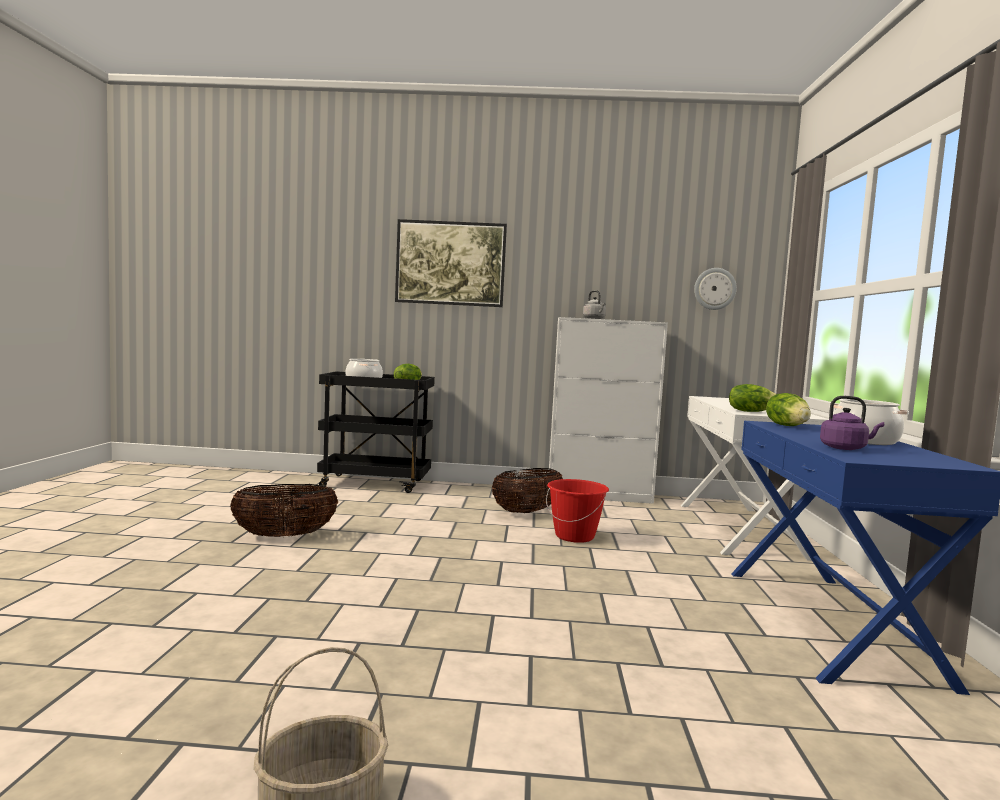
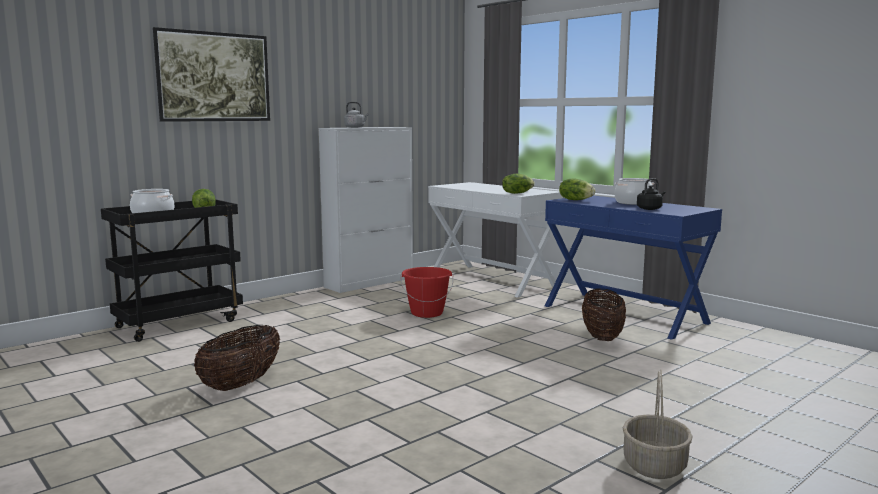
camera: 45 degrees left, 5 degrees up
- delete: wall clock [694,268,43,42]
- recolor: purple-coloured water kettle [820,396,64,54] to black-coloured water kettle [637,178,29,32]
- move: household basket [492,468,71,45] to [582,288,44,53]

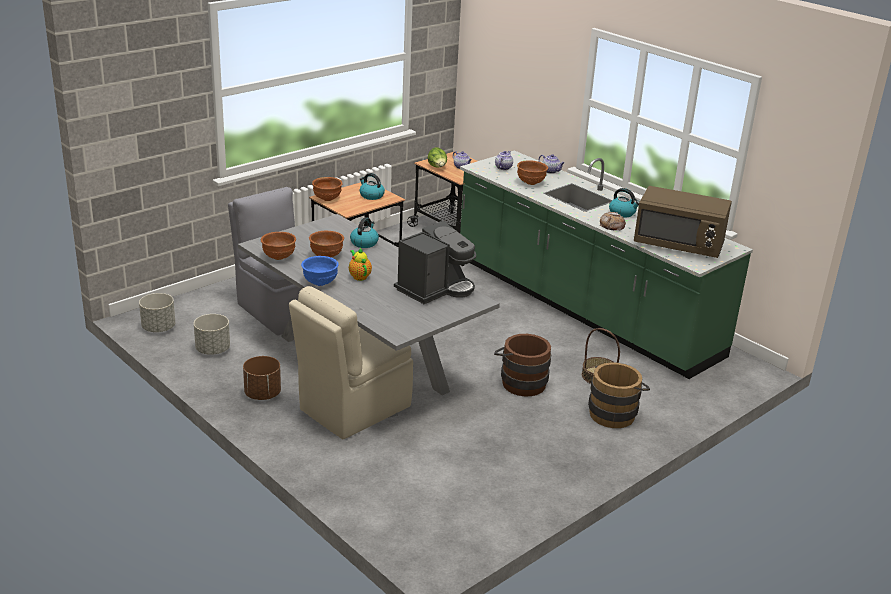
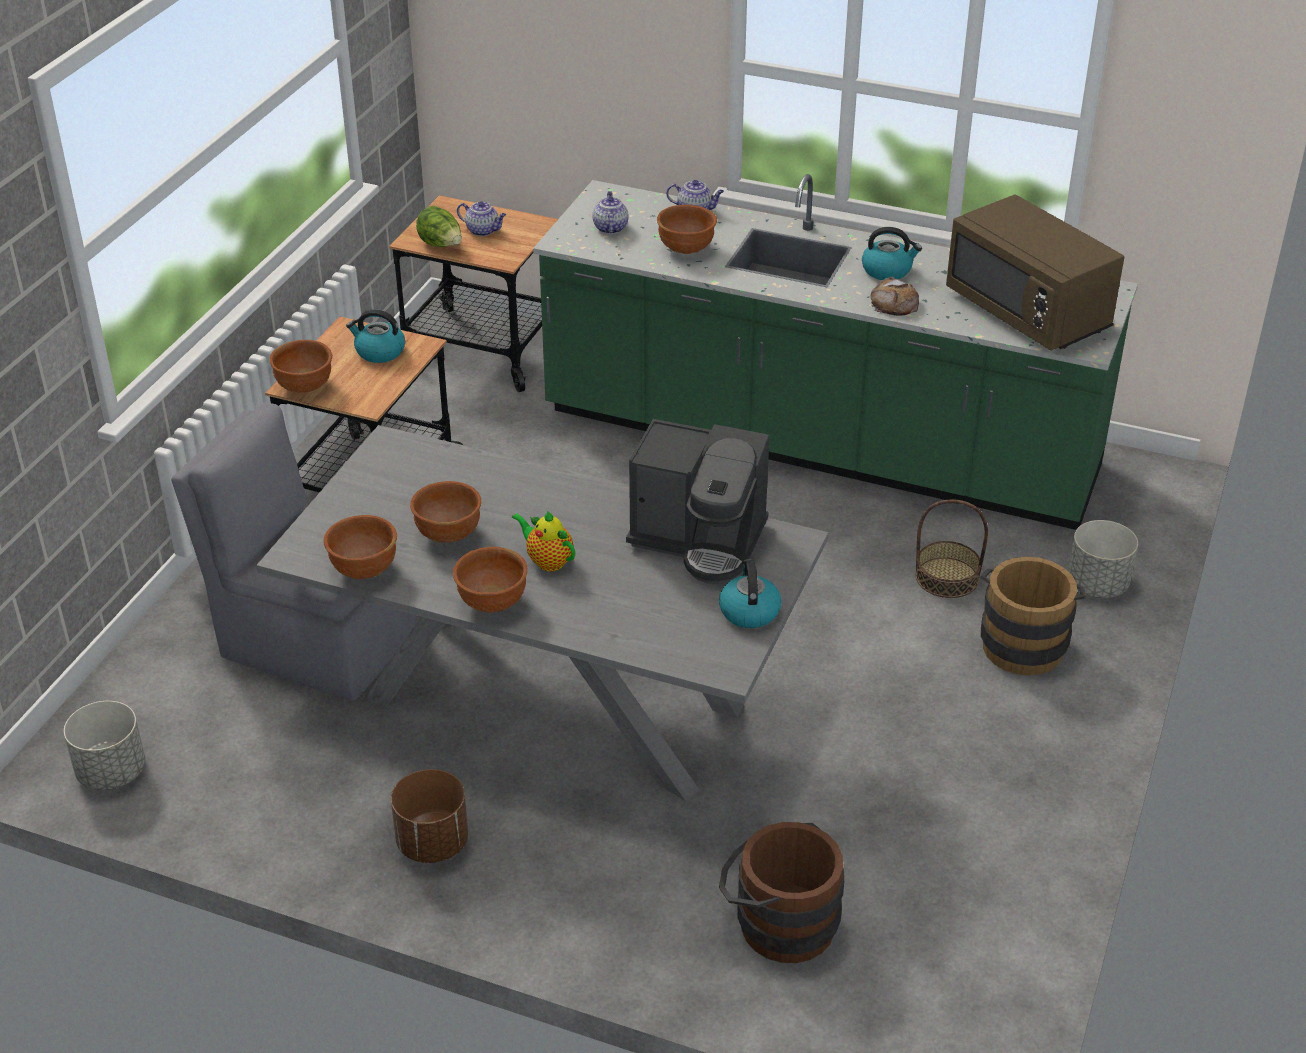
camera: 25 degrees left, 10 degrees up
- rotate: brown-coloured microwave oven [634,186,98,72] = [946,195,178,156] 60 degrees clockwise
- move: water kettle [350,217,29,31] to [719,559,62,69]
- rotate: coffee maker [394,221,82,83] = [626,419,144,165] 90 degrees clockwise
- recolor: bluish deep dish [301,256,38,30] to brown-coloured deep dish [453,547,75,66]
- delete: beige-coloured upright chair [289,286,124,153]
- move: greyish plant pot [194,314,36,41] to [1068,520,70,78]
- move: brown-coloured pail [494,334,57,62] to [719,822,125,141]

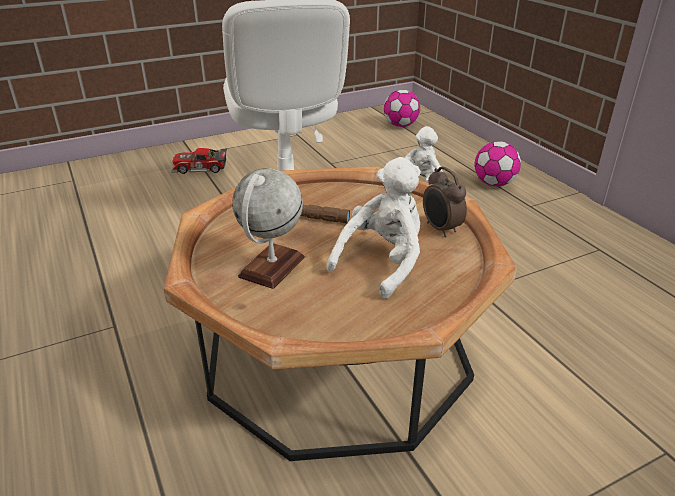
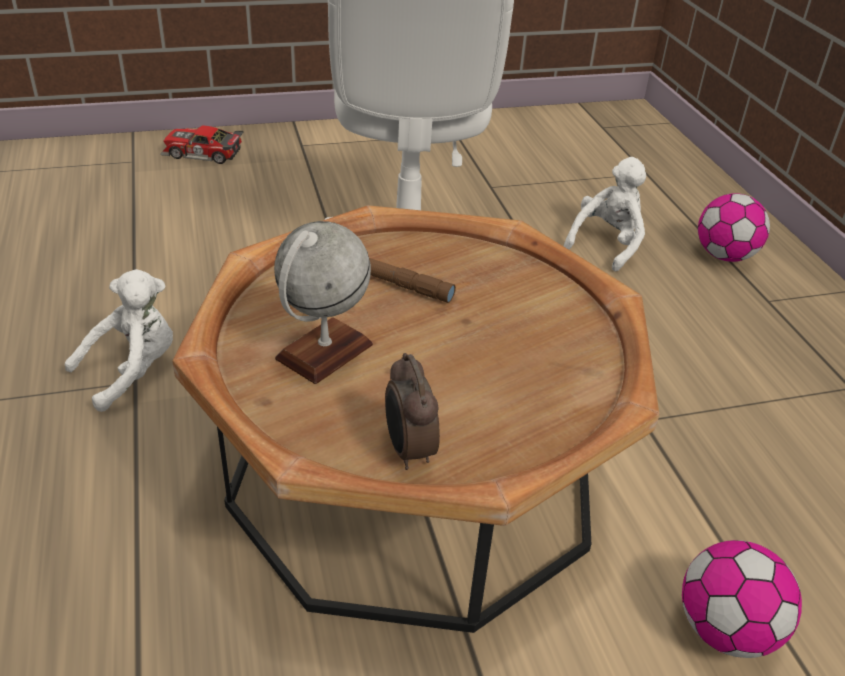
camera: 10 degrees right, 5 degrees up
- move: football [384,90,36,37] to [682,540,120,118]
- move: miniature car [171,148,56,26] to [160,125,84,39]
- move: white-coloured cuddly toy [327,157,94,142] to [65,269,108,143]
- move: alarm clock [423,166,44,71] to [385,353,55,117]

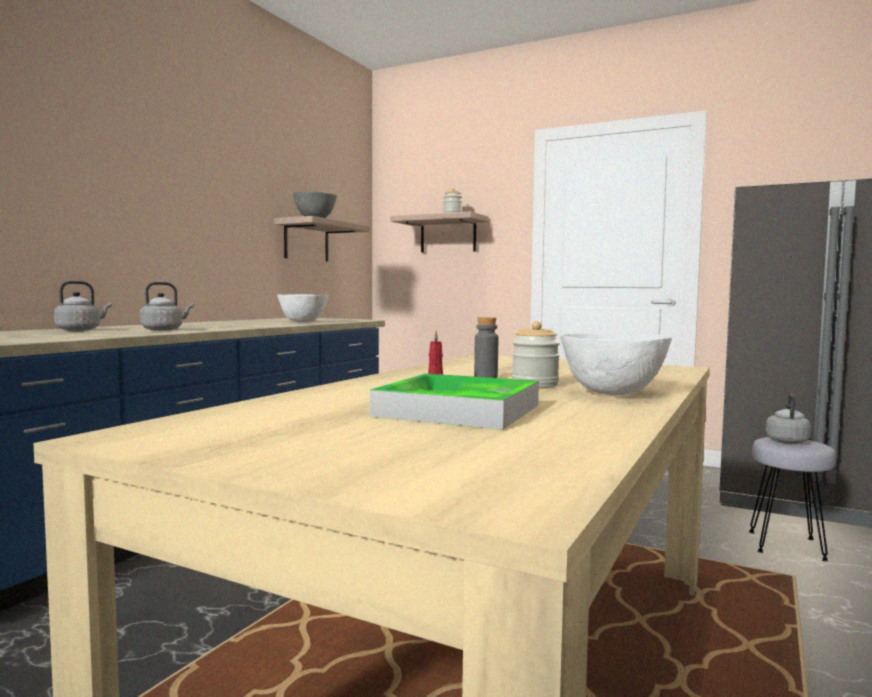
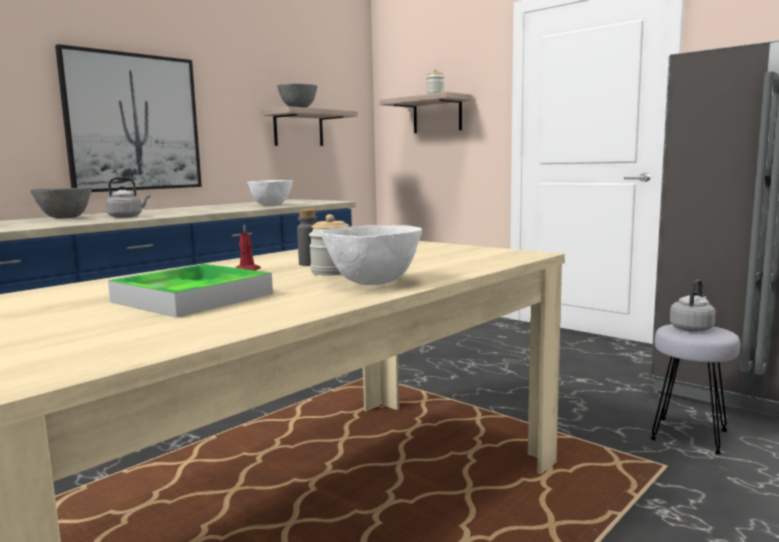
camera: 15 degrees right, 5 degrees up
- replace: greyish water kettle [54,281,58,50] to greyish deep dish [30,188,62,31]
- insert: wall picture [55,44,147,148]

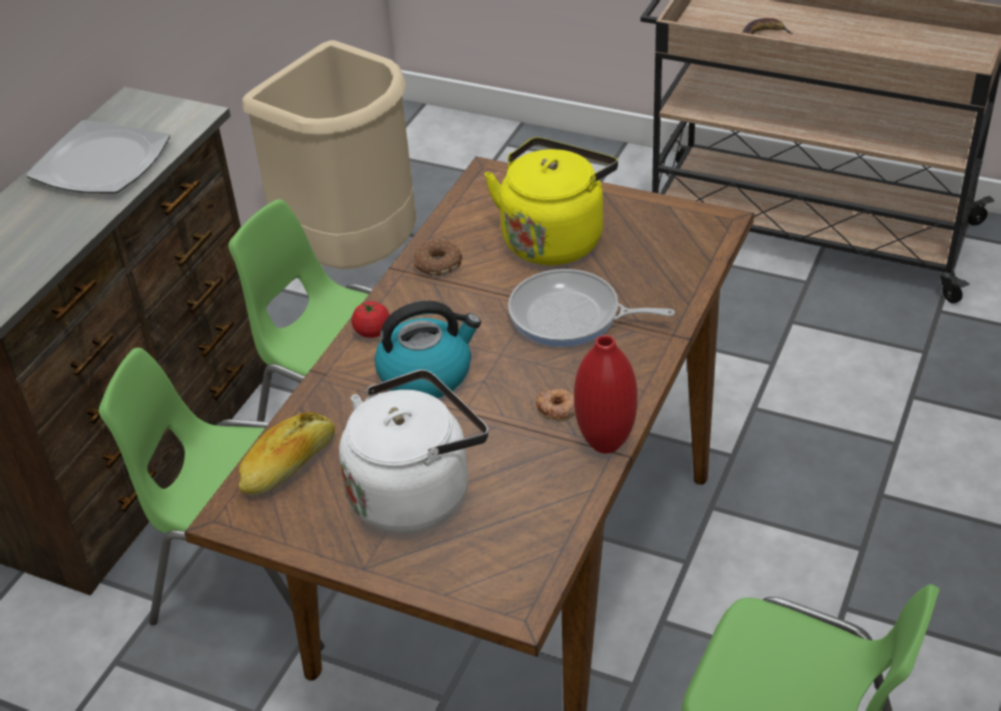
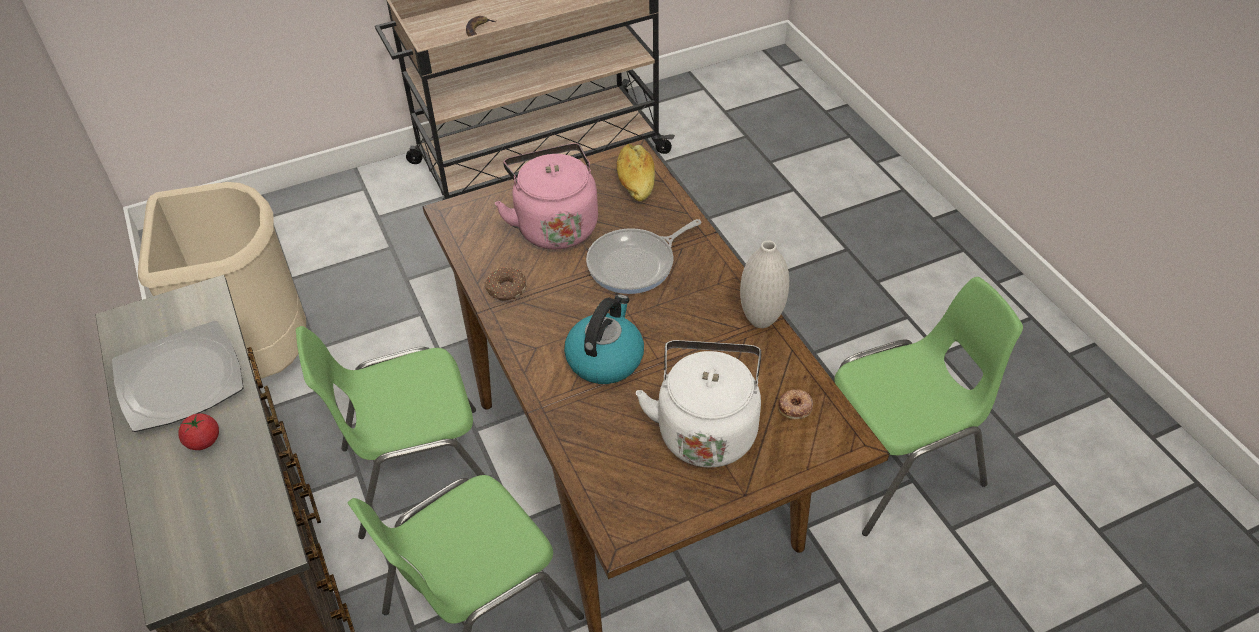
camera: 50 degrees left, 5 degrees up
- recolor: yellow water kettle [484,137,134,128] to pink water kettle [495,143,103,106]
- move: whole tomato [352,301,38,37] to [178,413,41,37]
- recolor: reddish vase [574,335,64,119] to white-coloured vase [740,240,49,88]
- move: doughnut [536,388,39,33] to [778,389,35,30]
- move: bread [239,412,96,83] to [617,144,38,57]

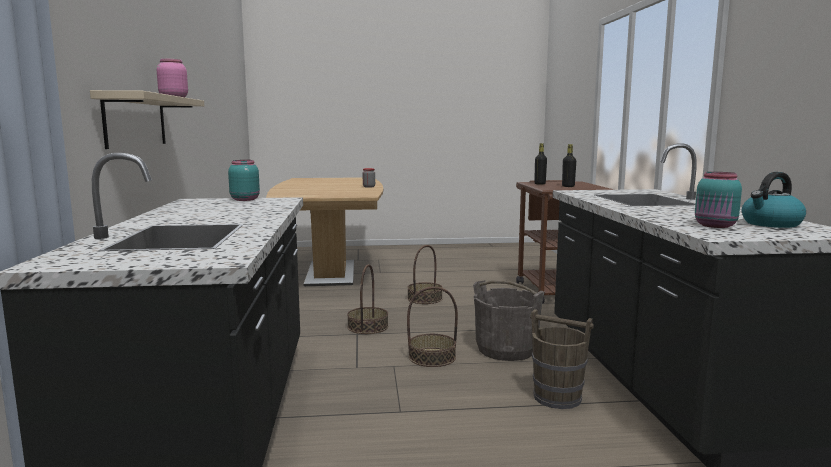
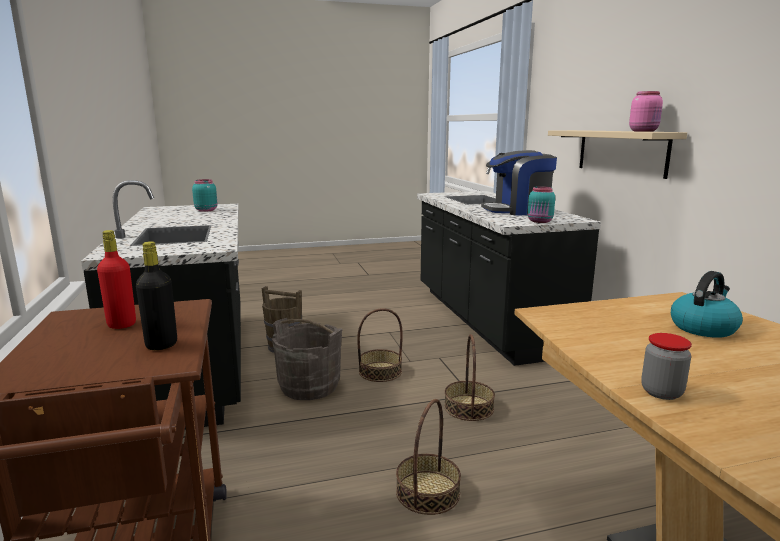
camera: 170 degrees right, 5 degrees up
- recolor: black-coloured bottle [562,144,14,43] to reddish bottle [97,230,39,99]
- move: water kettle [742,172,64,56] to [671,271,72,67]
- insert: coffee maker [481,150,76,66]

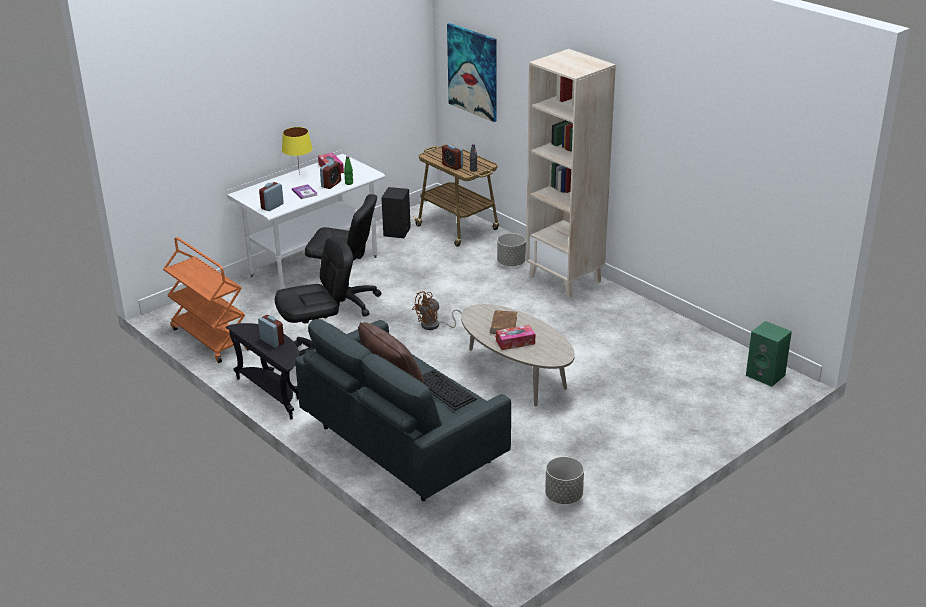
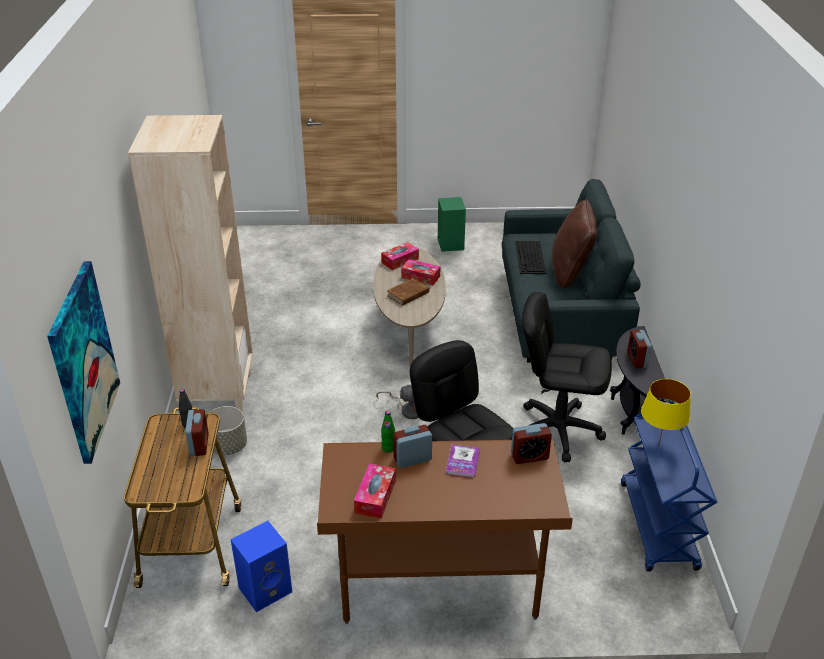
camera: 140 degrees left, 5 degrees up
- move: yellow lamp for a table [282,127,31,48] to [641,379,50,67]
- recolor: white-coloured desk [227,149,158,141] to brown-coloured desk [317,439,256,185]
- recolor: black-coloured speaker [381,187,30,51] to bluish speaker [231,521,61,91]
- recolor: orange-coloured wheeled cart [163,237,86,126] to bluish wheeled cart [621,399,96,173]
- move: greenish speaker [746,321,46,66] to [438,197,28,55]
- delete: greyish plant pot [545,457,39,47]
- insert: box of tissues [381,242,38,28]

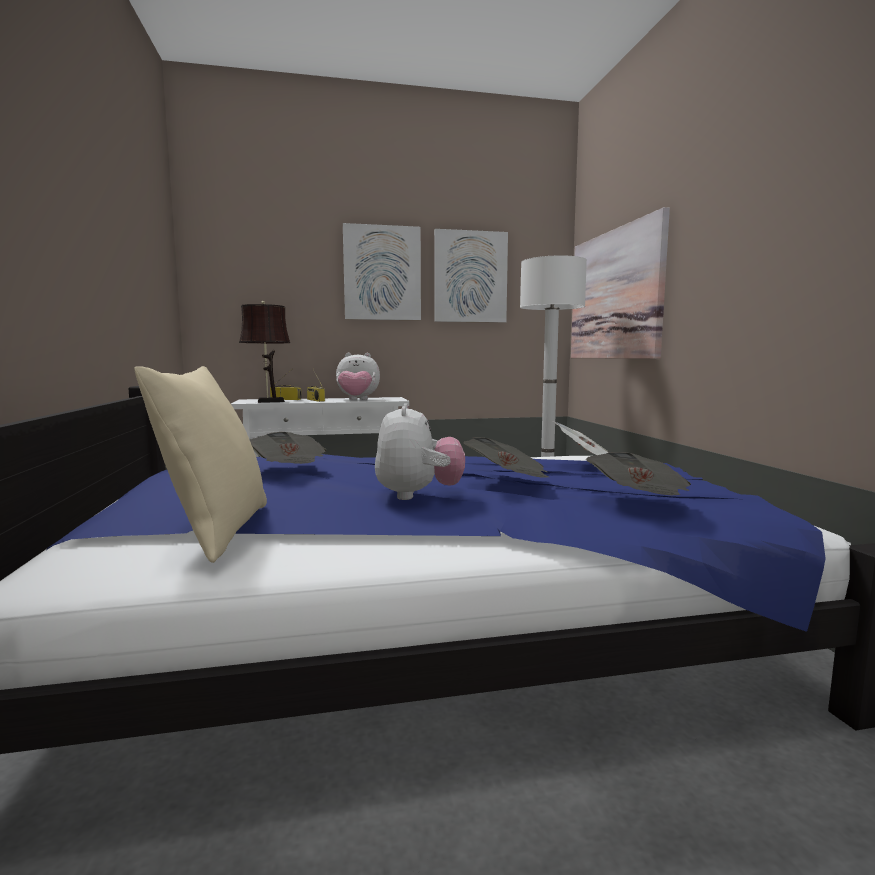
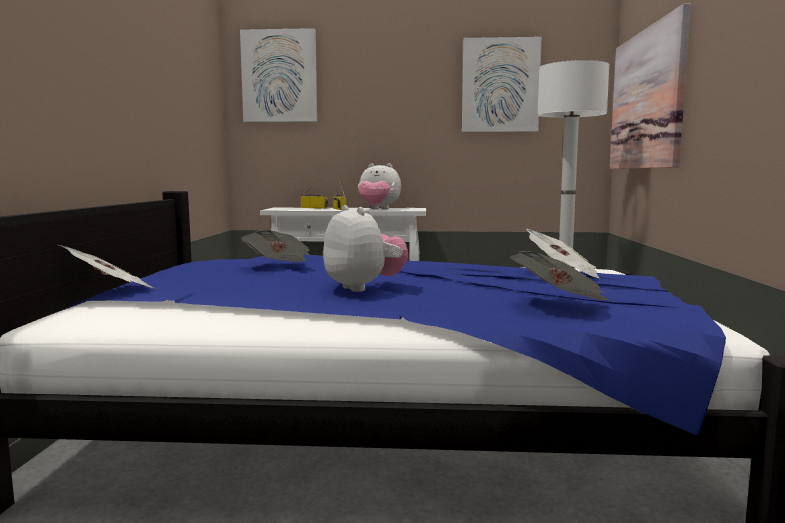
camera: 15 degrees right, 0 degrees up
- move: wall picture [343,223,78,97] to [240,28,77,94]
- delete: brown-coloured lamp for a table [239,301,51,102]
- delete: beige-coloured cushion [134,366,133,197]
- rotate: cuddly toy [375,403,90,97] = [323,205,85,87] 45 degrees counterclockwise
- move: daily paper [463,437,86,41] to [59,245,99,44]

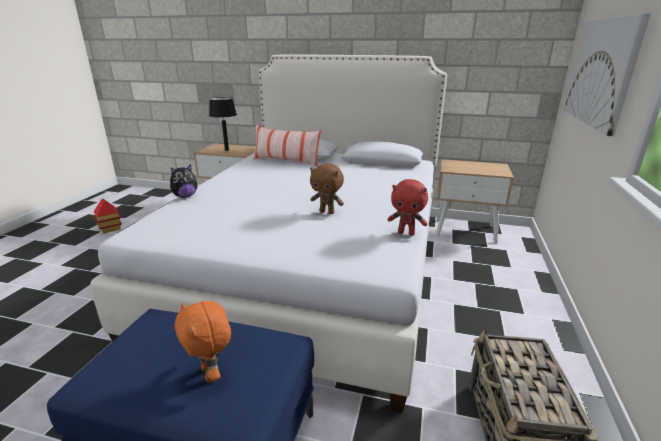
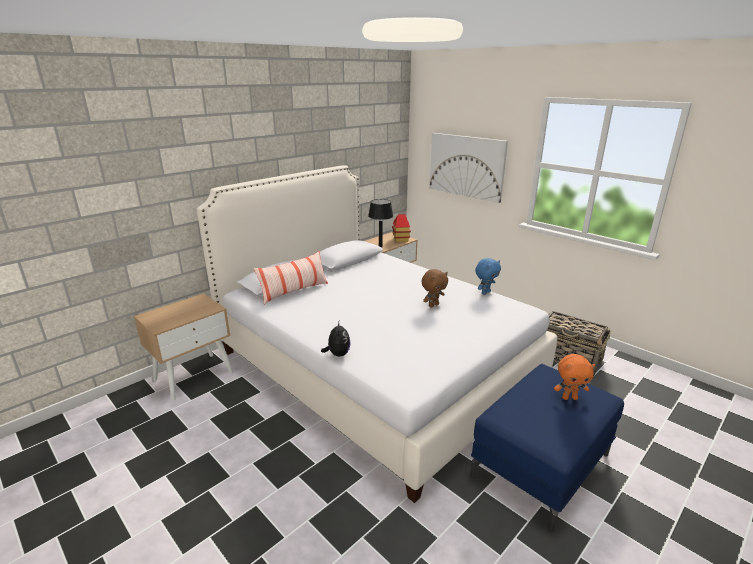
camera: 60 degrees left, 0 degrees up
- move: black-coloured lamp for a table [209,97,28,54] to [368,199,25,49]
- recolor: reddish cuddly toy [388,179,40,56] to bluish cuddly toy [475,258,26,37]
- move: model house [94,198,28,36] to [392,214,19,29]

